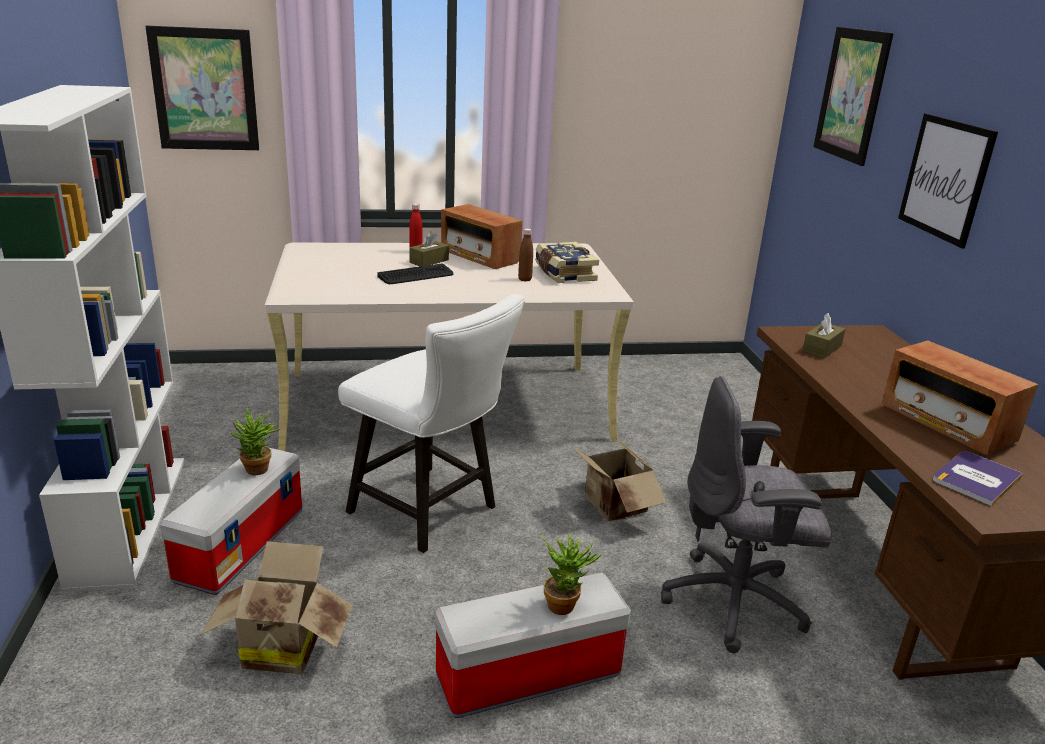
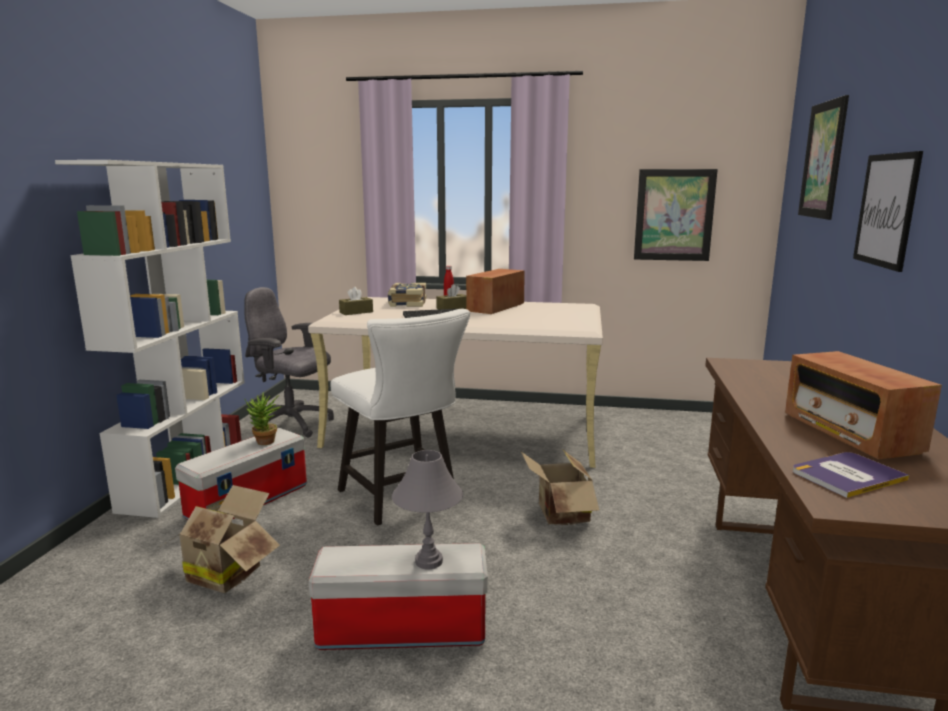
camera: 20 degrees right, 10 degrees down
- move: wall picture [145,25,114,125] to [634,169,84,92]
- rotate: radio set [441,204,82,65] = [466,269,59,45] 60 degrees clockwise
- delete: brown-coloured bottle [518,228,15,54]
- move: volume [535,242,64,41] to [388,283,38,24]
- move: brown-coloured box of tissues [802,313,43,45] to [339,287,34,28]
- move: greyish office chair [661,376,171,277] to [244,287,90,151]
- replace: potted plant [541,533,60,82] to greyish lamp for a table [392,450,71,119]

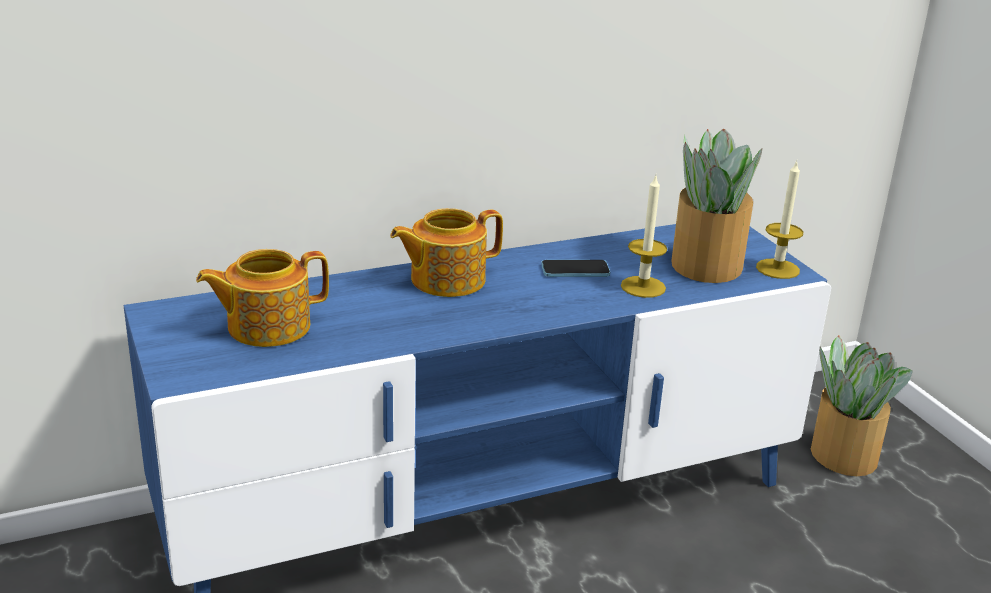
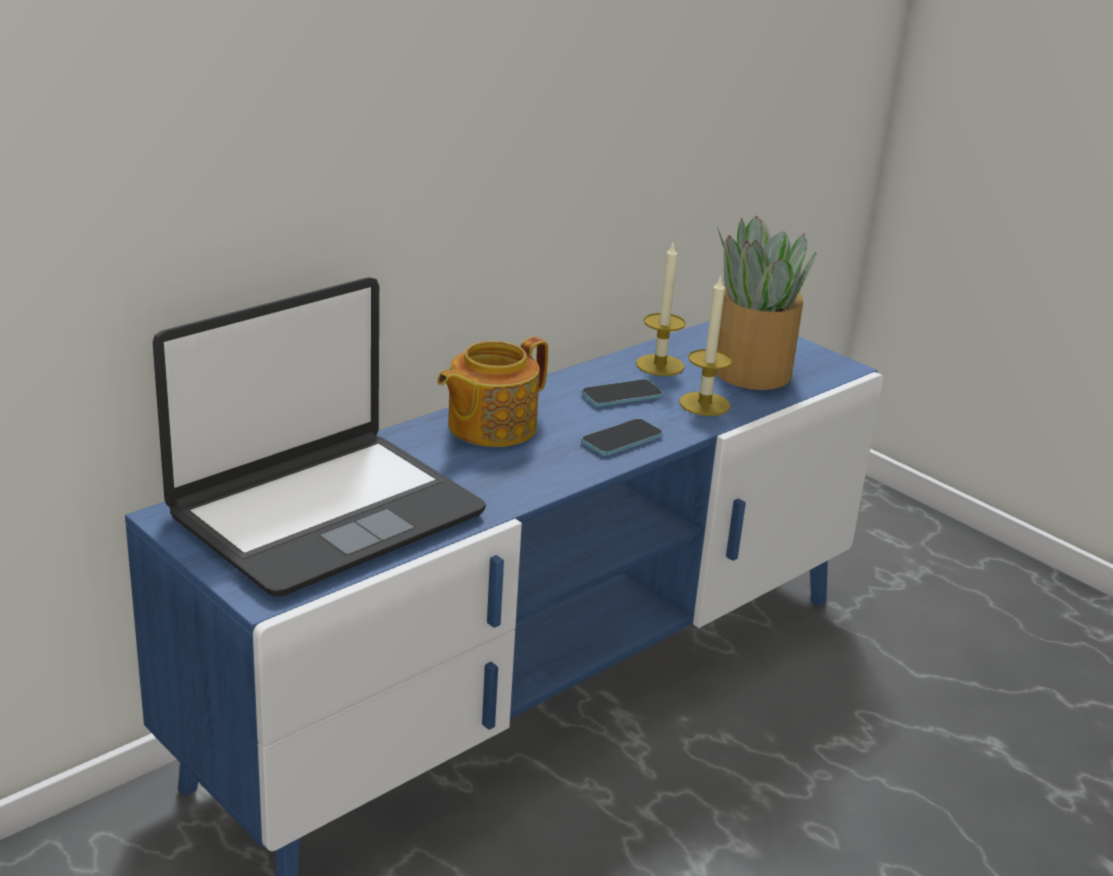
camera: 20 degrees left, 0 degrees up
- move: candle [756,160,47,119] to [636,241,50,135]
- replace: tea pot [196,249,133,98] to portable computer [153,277,333,319]
- delete: potted plant [811,335,101,141]
- insert: handset [581,418,82,38]

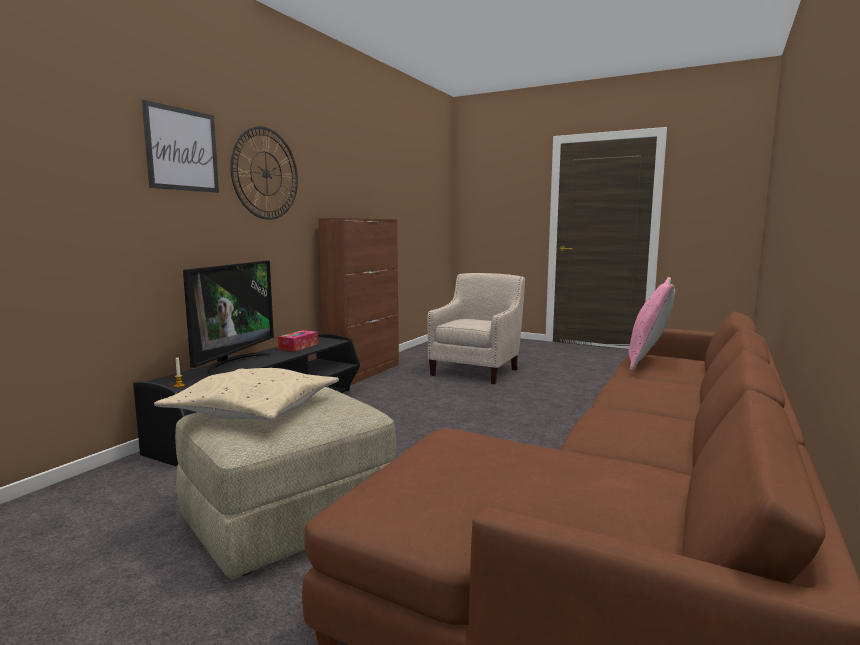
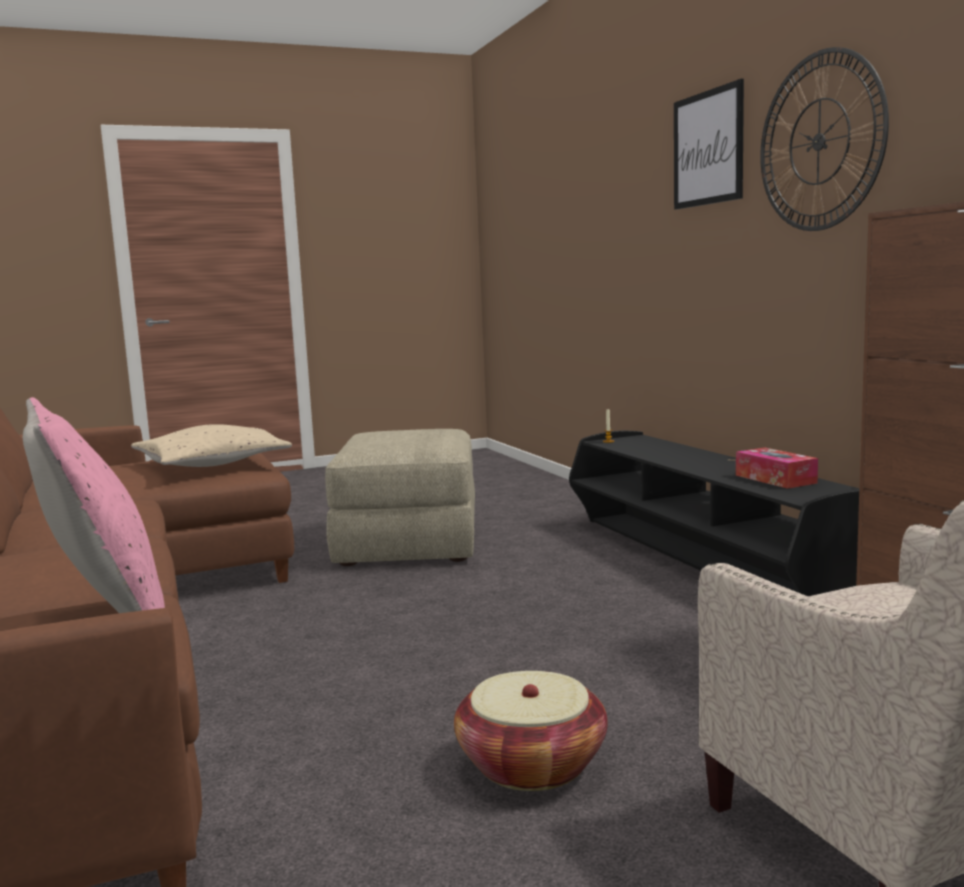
camera: 130 degrees right, 0 degrees up
- delete: TV set [183,261,91,114]
- move: beige-coloured cushion [154,368,185,53] to [131,424,161,43]
- insert: household basket [454,671,153,120]

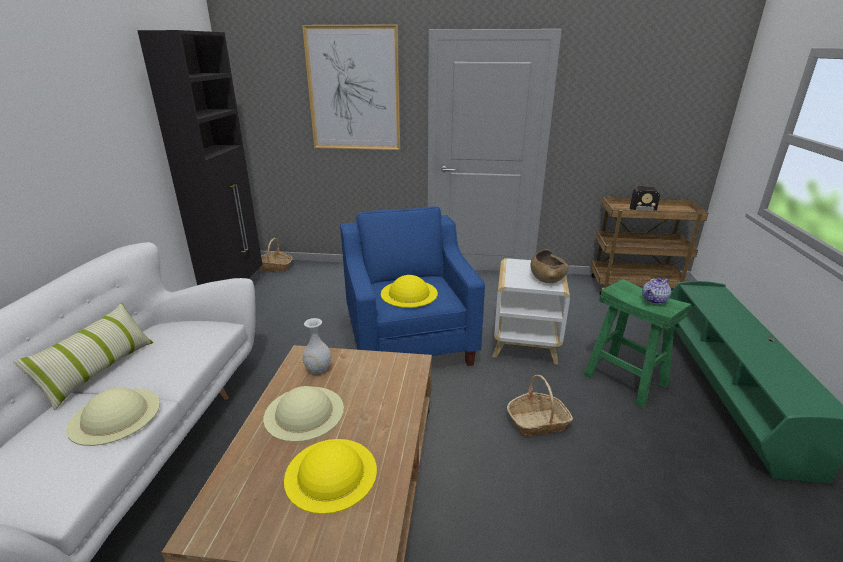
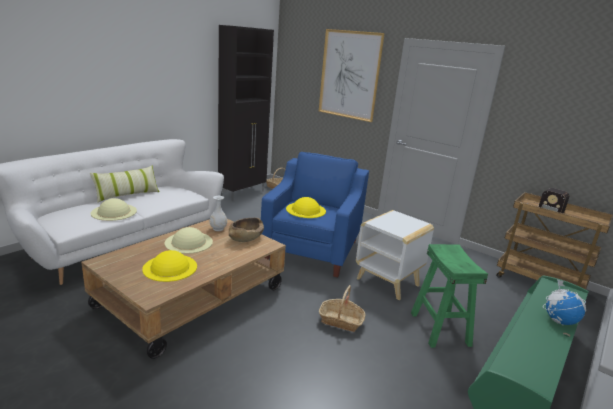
camera: 30 degrees right, 5 degrees down
- move: brown-coloured deep dish [530,249,38,34] to [229,218,35,24]
- delete: tea pot [642,278,29,26]
- insert: desk globe [543,279,43,46]

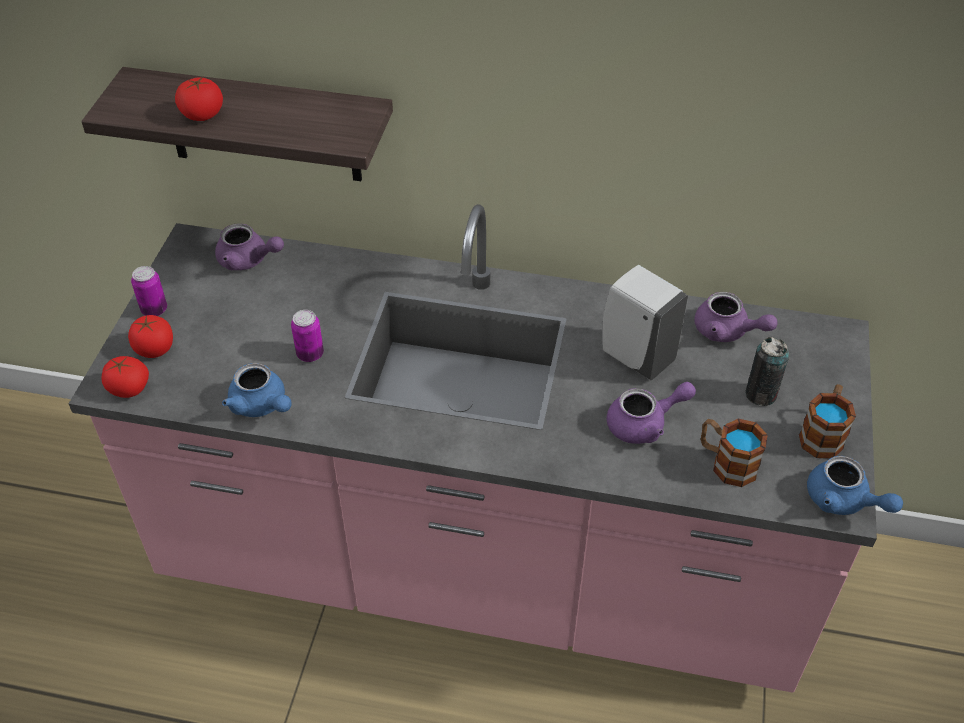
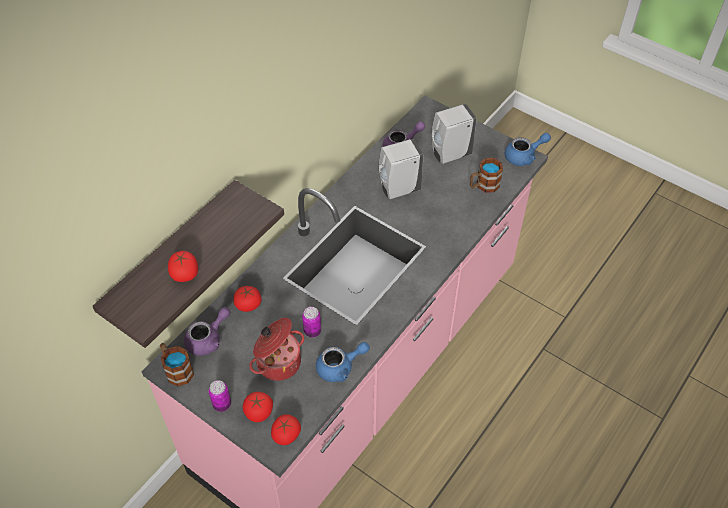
camera: 65 degrees left, 5 degrees up
- replace: sealed can [746,337,43,69] to white-coloured soap dispenser [431,104,46,60]
- delete: purple-coloured tea pot [607,382,89,62]
- move: tea mug [799,384,57,74] to [160,343,34,44]
- insert: whole tomato [233,286,28,26]
- insert: stockpot [249,318,55,63]

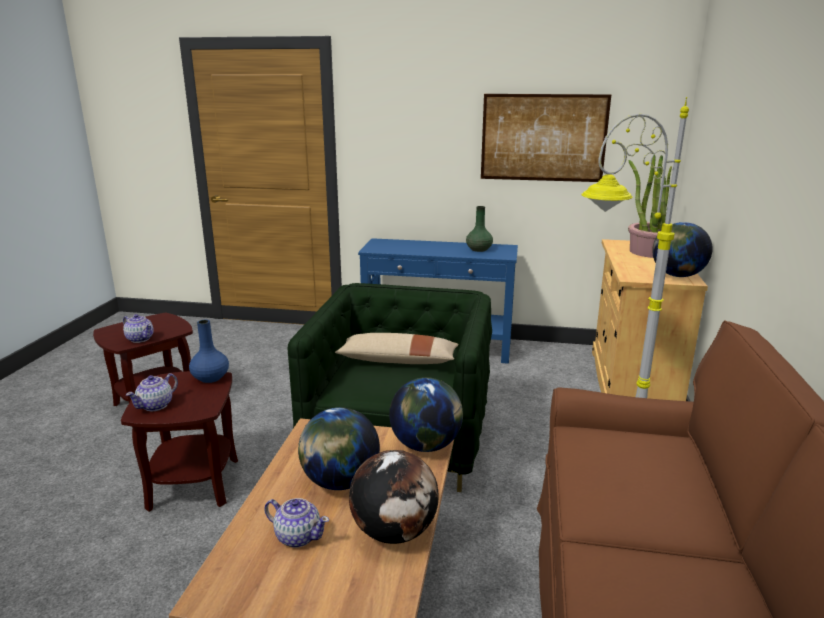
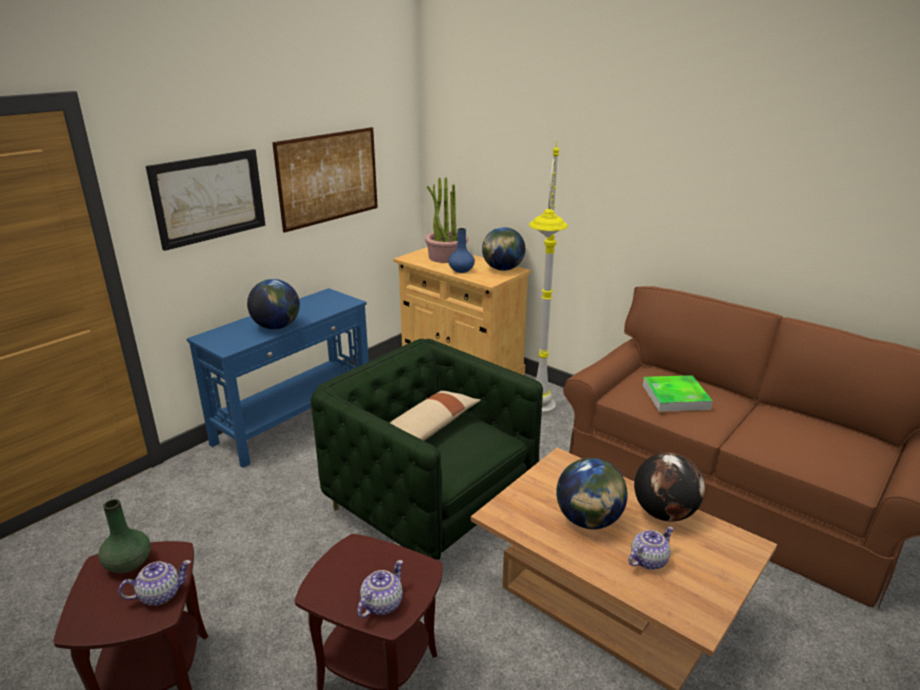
camera: 60 degrees left, 5 degrees up
- move: greenish vase [466,206,27,46] to [98,499,53,74]
- move: bluish vase [189,320,40,63] to [448,228,27,45]
- rotate: tea pot [126,373,52,38] = [357,560,46,58] 120 degrees counterclockwise
- move: desk globe [389,377,74,75] to [247,279,53,50]
- insert: wall picture [146,149,120,102]
- insert: serving tray [643,375,69,37]

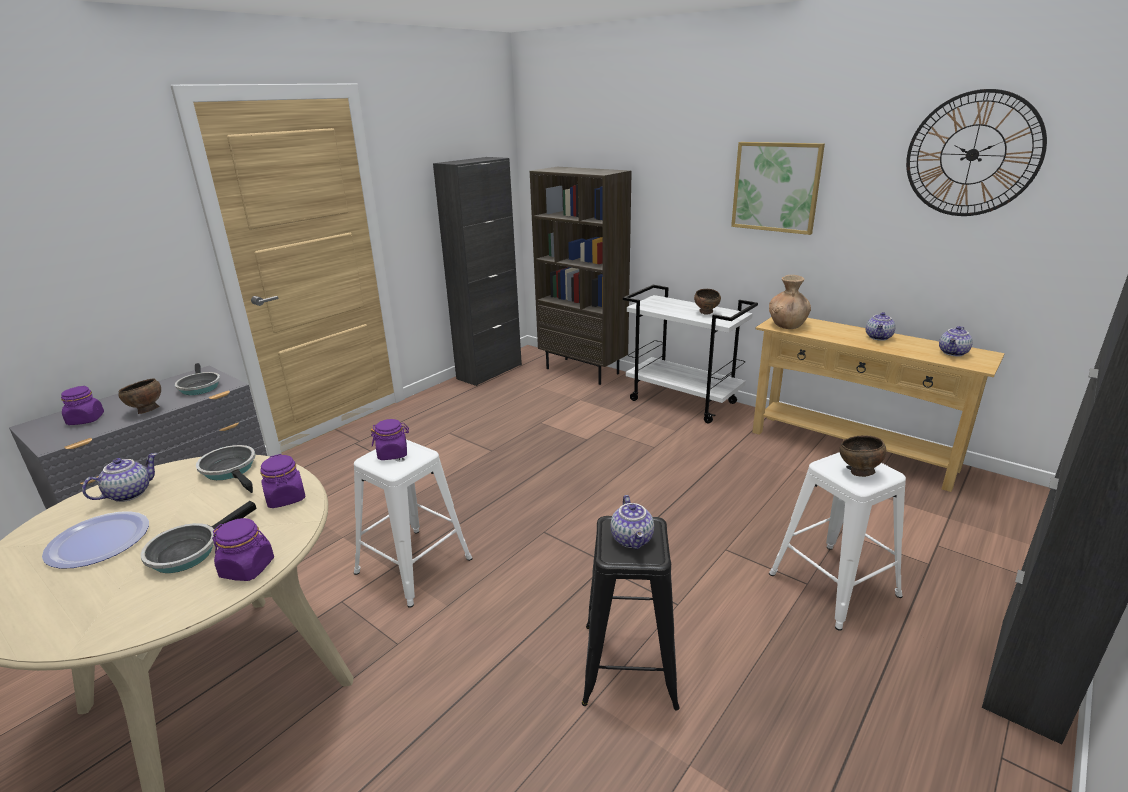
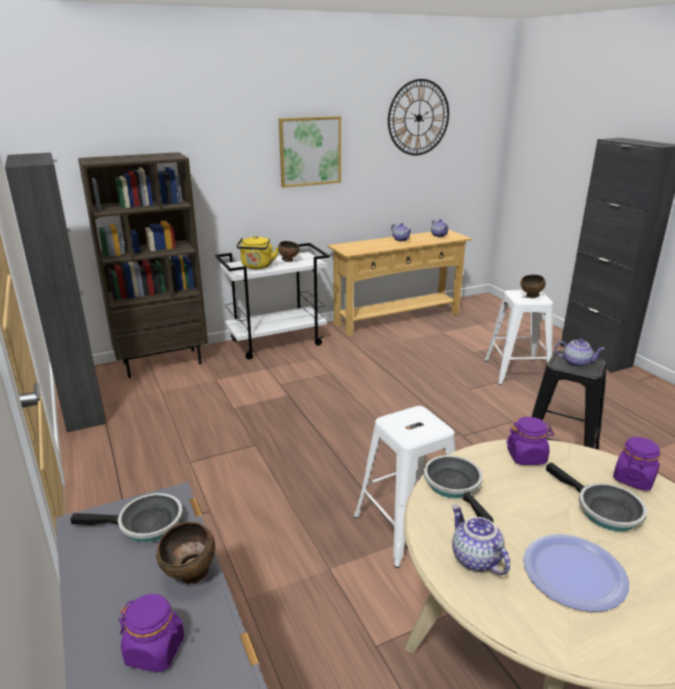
camera: 65 degrees left, 0 degrees up
- delete: brown-coloured vase [769,275,42,54]
- delete: purple-coloured preserve jar [371,419,38,41]
- rotate: skillet [196,445,59,48] = [424,455,70,68] 90 degrees clockwise
- insert: yellow water kettle [236,236,43,33]

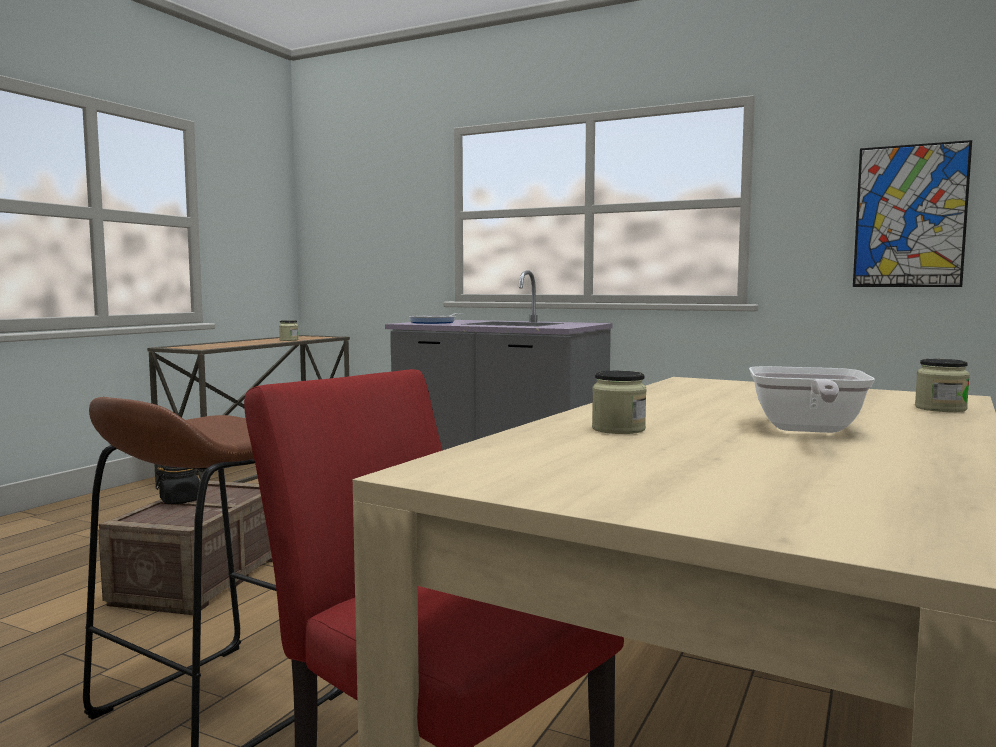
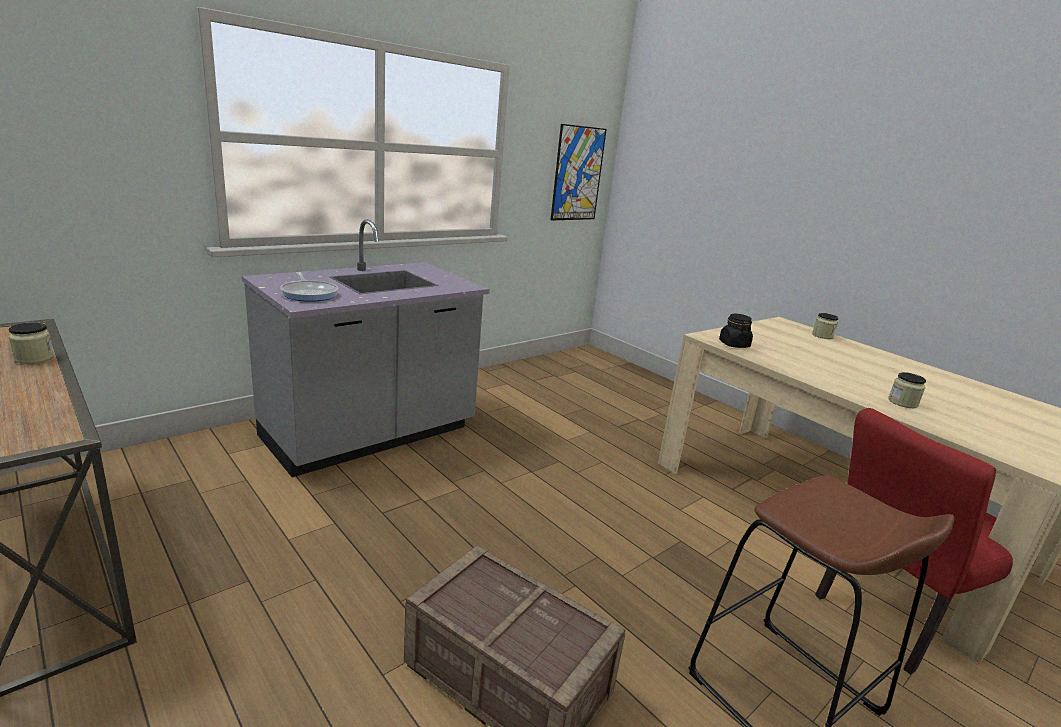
camera: 70 degrees left, 15 degrees up
- delete: skillet [749,366,126,67]
- move: black-coloured preserve jar [156,465,48,39] to [719,314,34,34]

